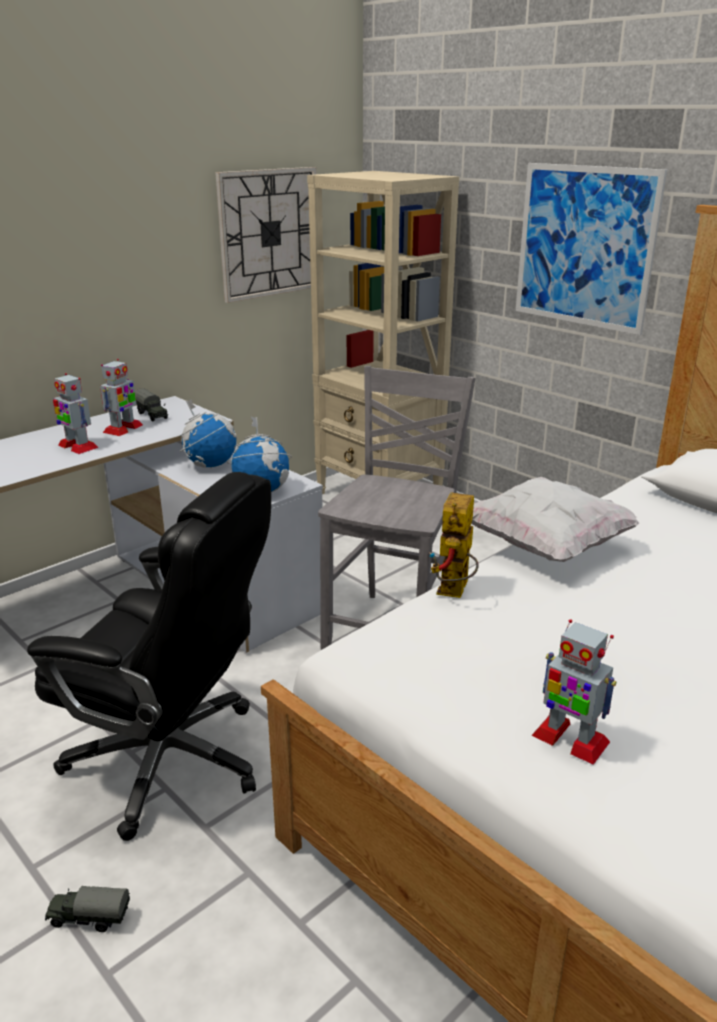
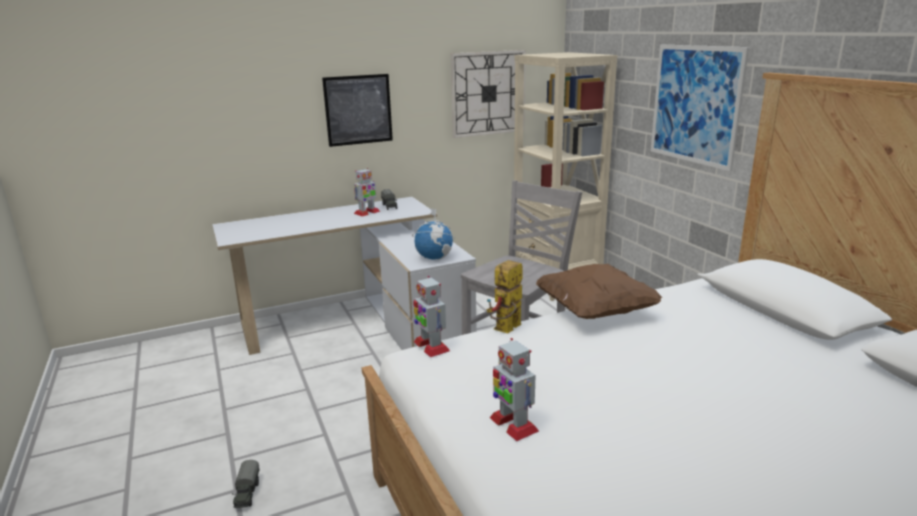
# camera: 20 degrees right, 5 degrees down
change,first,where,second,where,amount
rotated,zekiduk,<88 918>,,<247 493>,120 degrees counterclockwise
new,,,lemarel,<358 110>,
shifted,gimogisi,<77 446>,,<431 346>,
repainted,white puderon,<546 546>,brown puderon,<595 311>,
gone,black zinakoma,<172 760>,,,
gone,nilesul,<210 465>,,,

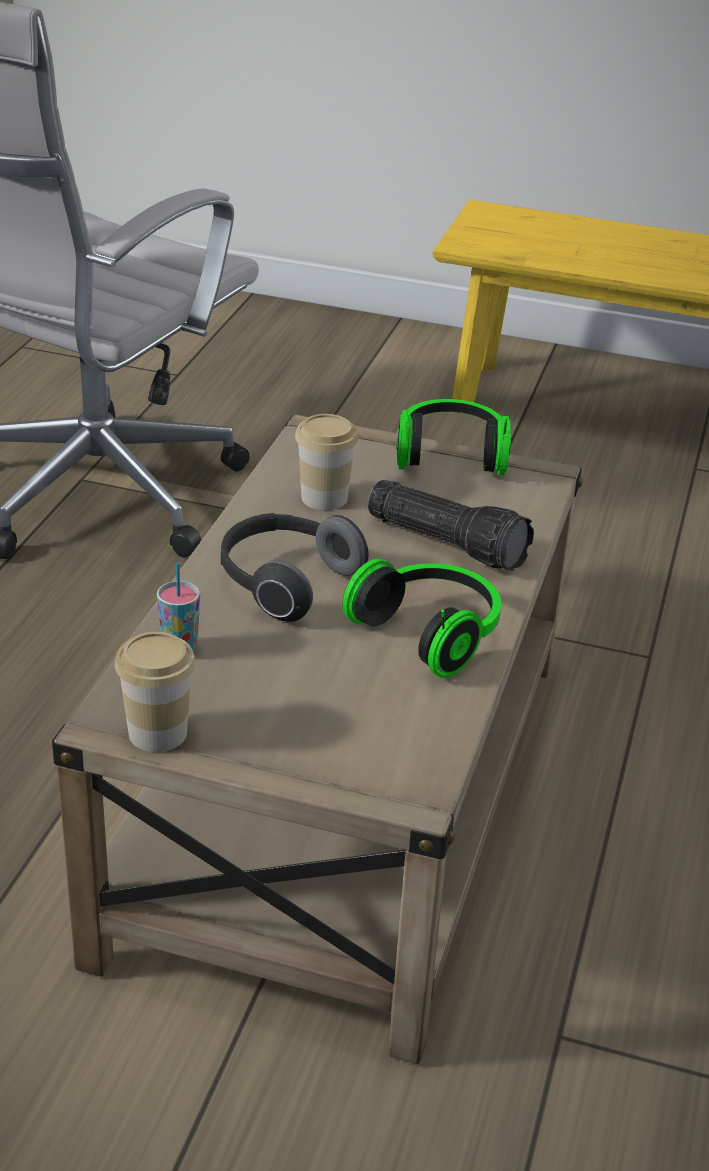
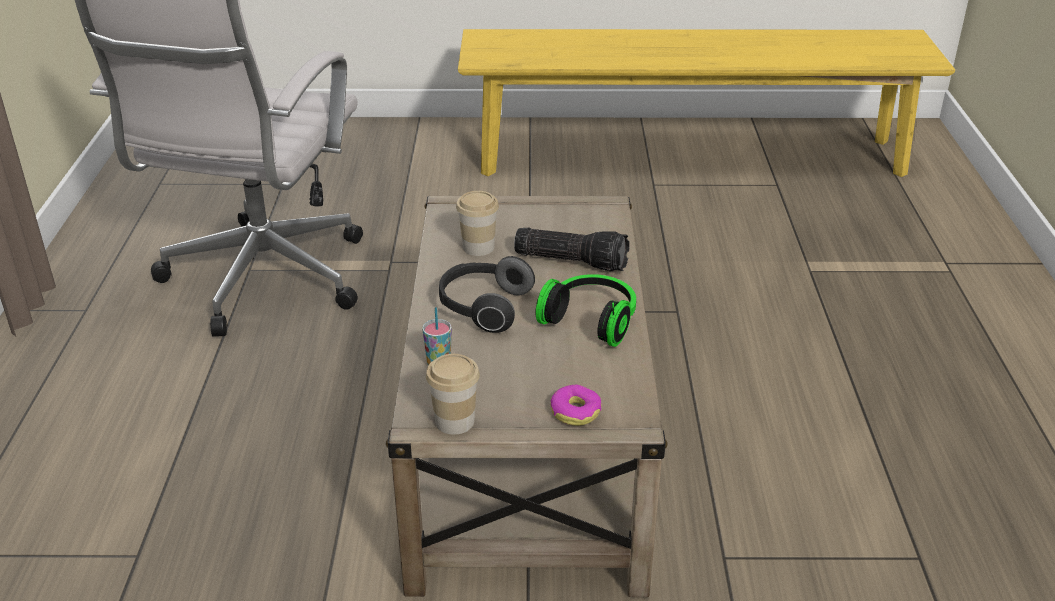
# camera: 15 degrees left, 0 degrees up
change,first,where,second,where,amount
new,,,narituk,<575 412>,
gone,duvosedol,<450 455>,,,

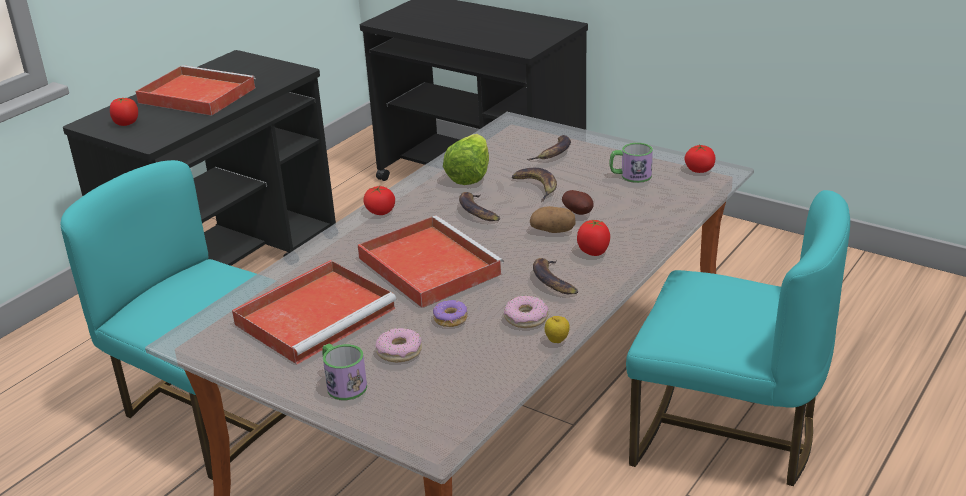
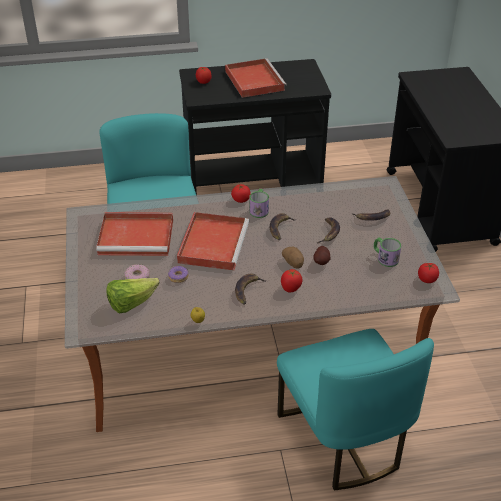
# camera: 45 degrees right, 10 degrees up
change,first,where,second,where,amount
shifted,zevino,<469 175>,,<131 303>,
shifted,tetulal,<342 384>,,<259 209>,
gone,narituk,<526 318>,,,

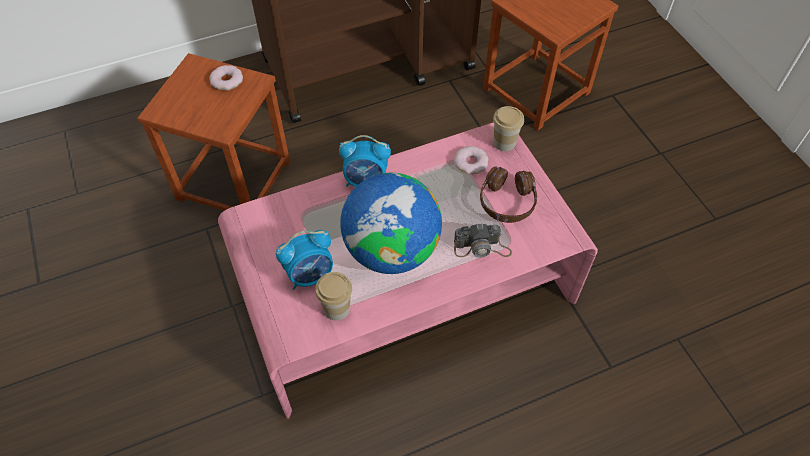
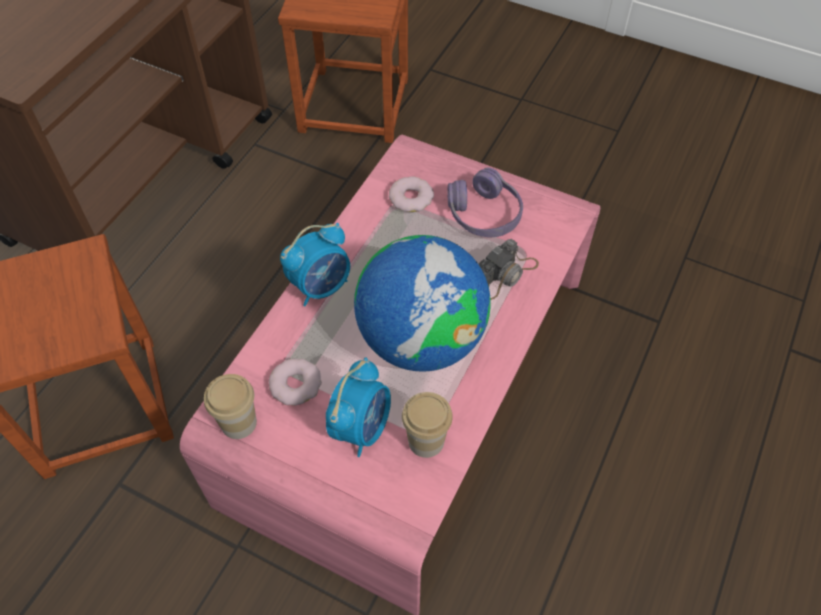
# camera: 40 degrees left, 0 degrees up
change,first,where,second,where,amount
shifted,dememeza,<504 142>,,<238 423>,
shifted,narituk,<227 81>,,<296 384>,
repainted,brown duvosedol,<507 202>,purple duvosedol,<484 214>,

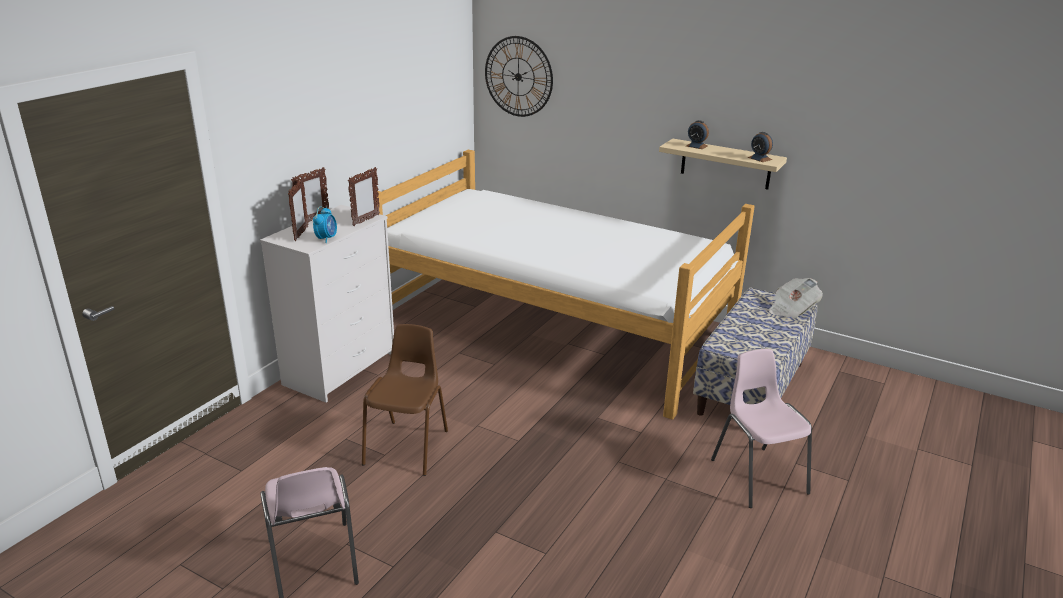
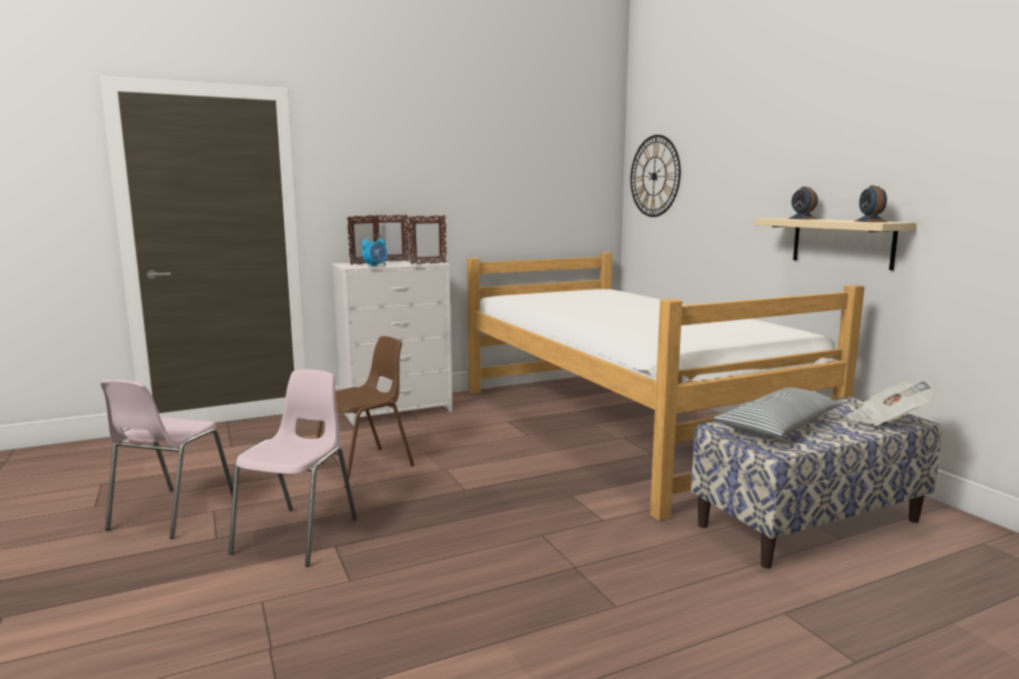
# camera: 35 degrees right, 15 degrees down
change,first,where,second,where,amount
shifted,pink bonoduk,<758 476>,,<299 535>,
new,,,puderon,<778 427>,

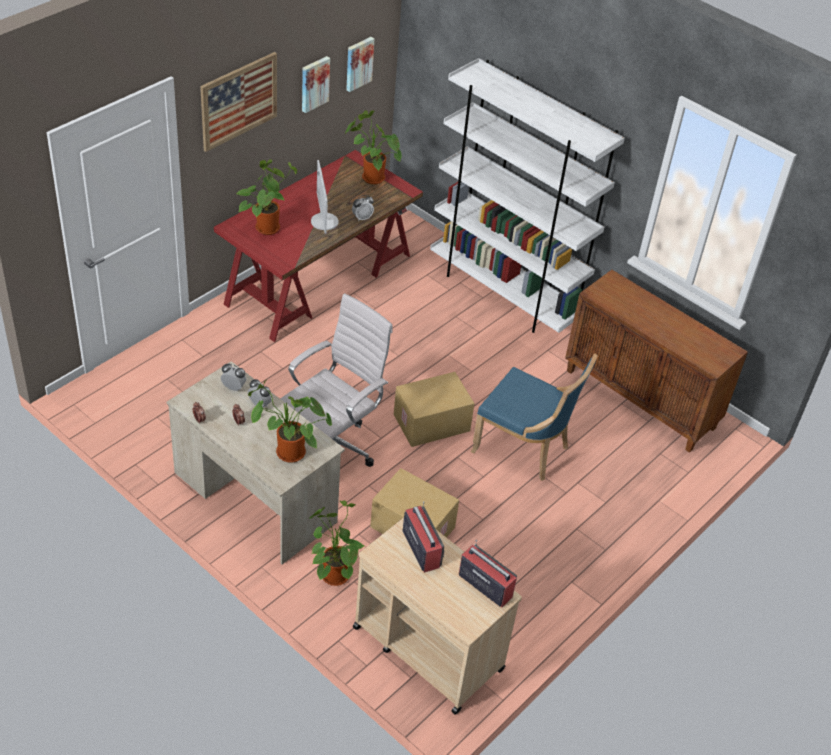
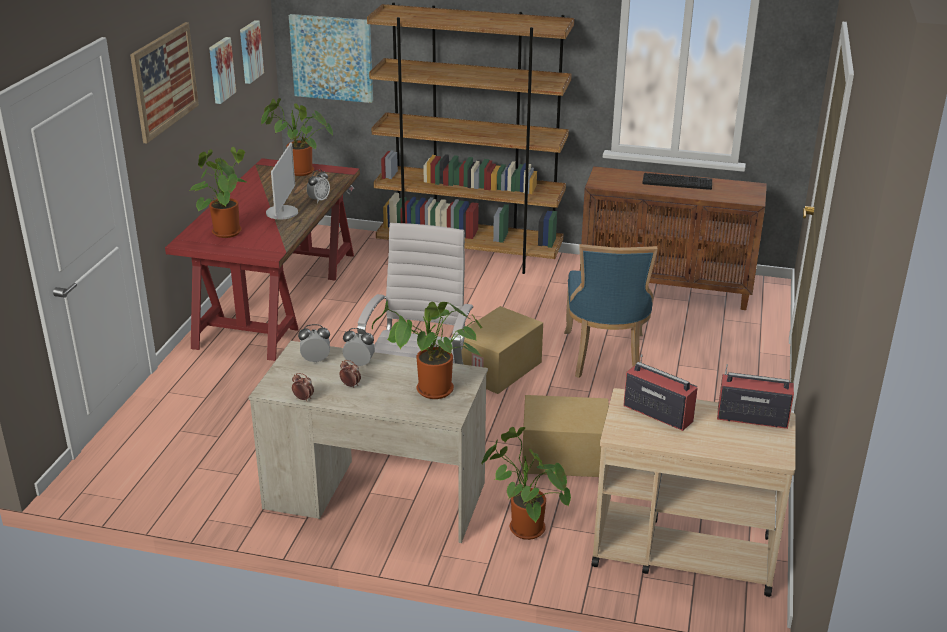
# camera: 25 degrees left, 15 degrees down
change,first,where,second,where,amount
rotated,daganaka,<324 222>,,<282 212>,135 degrees counterclockwise
new,,,lemarel,<332 58>,
repainted,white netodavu,<504 293>,brown netodavu,<470 255>,
rotated,blue bonoduk,<524 449>,,<605 357>,90 degrees clockwise
new,,,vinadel,<678 182>,

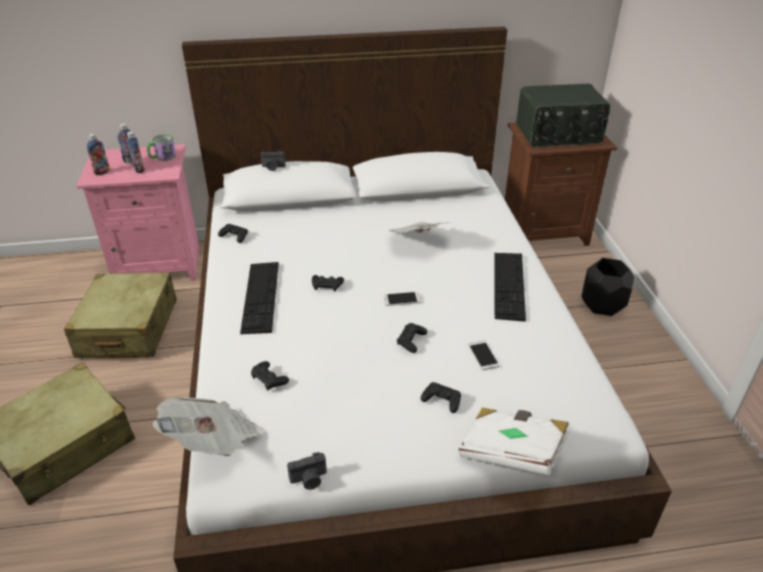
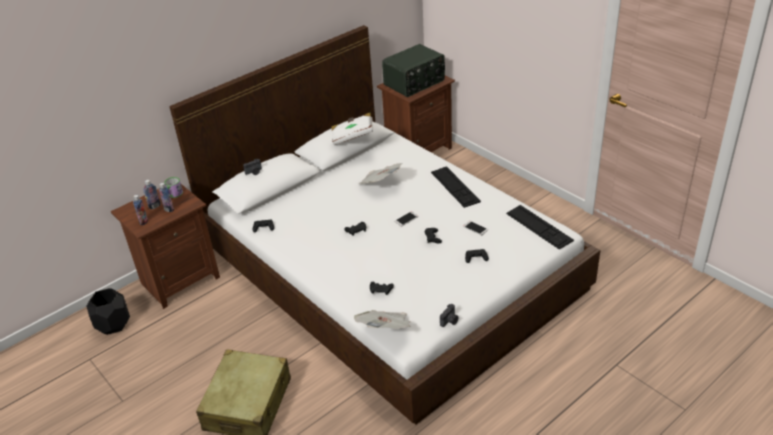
# camera: 30 degrees left, 0 degrees up
change,first,where,second,where,amount
shifted,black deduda,<602 305>,,<113 324>,
repainted,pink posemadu,<159 264>,brown posemadu,<179 280>,
shifted,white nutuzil,<511 452>,,<352 136>,
shifted,vinadel,<260 296>,,<539 227>,
gone,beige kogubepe,<128 329>,,,

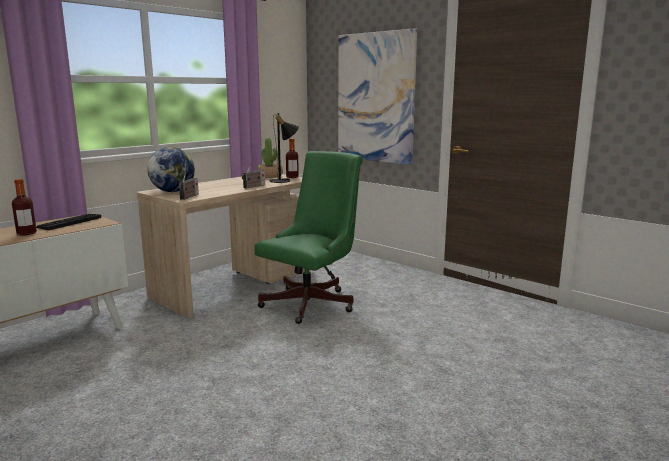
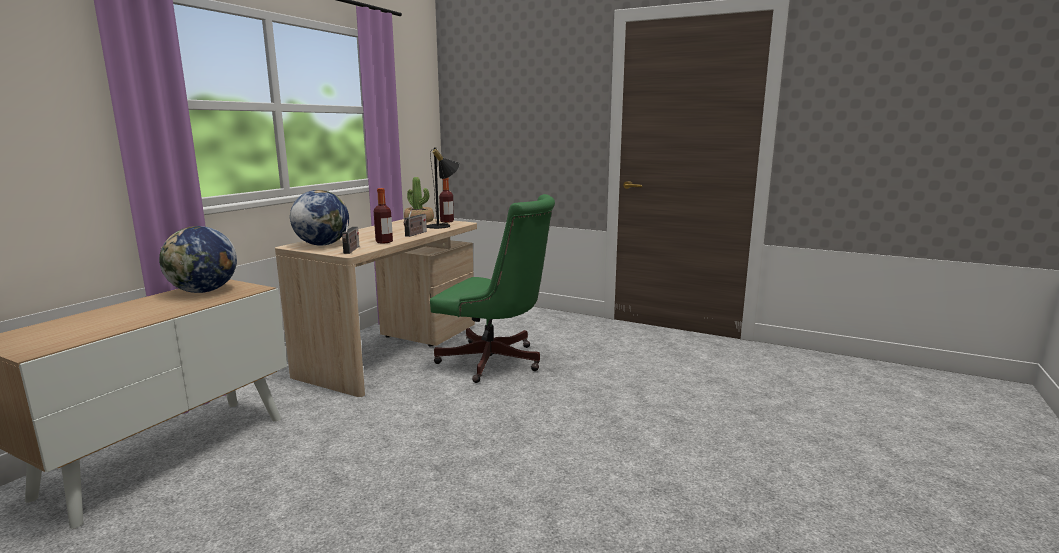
# camera: 15 degrees left, 0 degrees up
change,first,where,second,where,amount
swapped,vinadel,<69 222>,nilesul,<204 291>,
shifted,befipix,<26 233>,,<384 242>,
rotated,green zinakoma,<313 302>,,<496 362>,90 degrees clockwise
gone,lemarel,<375 98>,,,

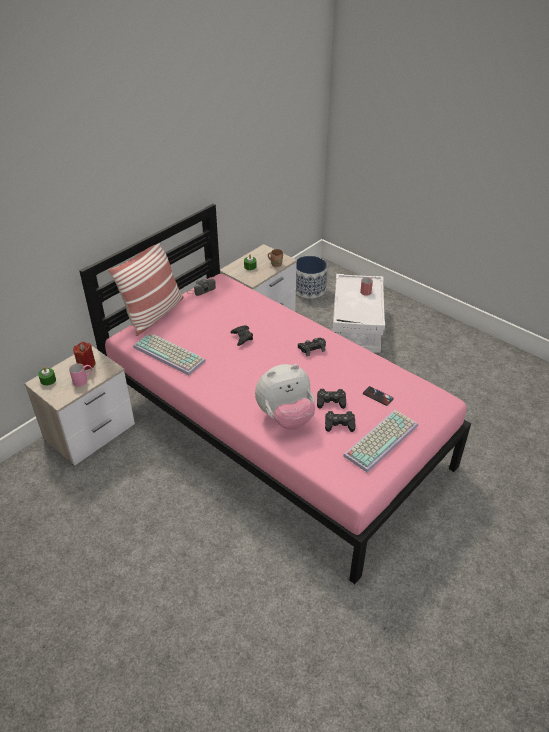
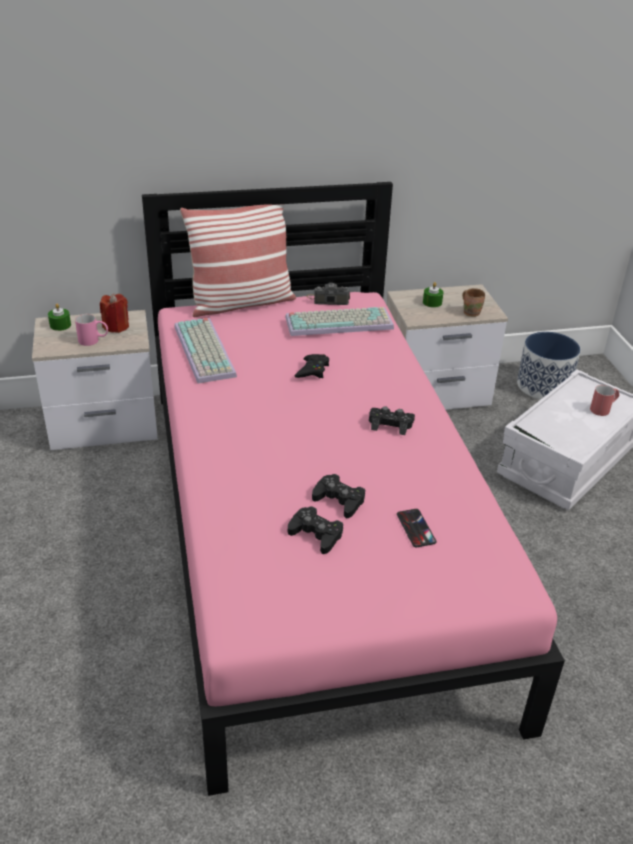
# camera: 35 degrees right, 5 degrees down
change,first,where,second,where,amount
shifted,vinadel,<380 439>,,<340 322>,
gone,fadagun,<285 417>,,,

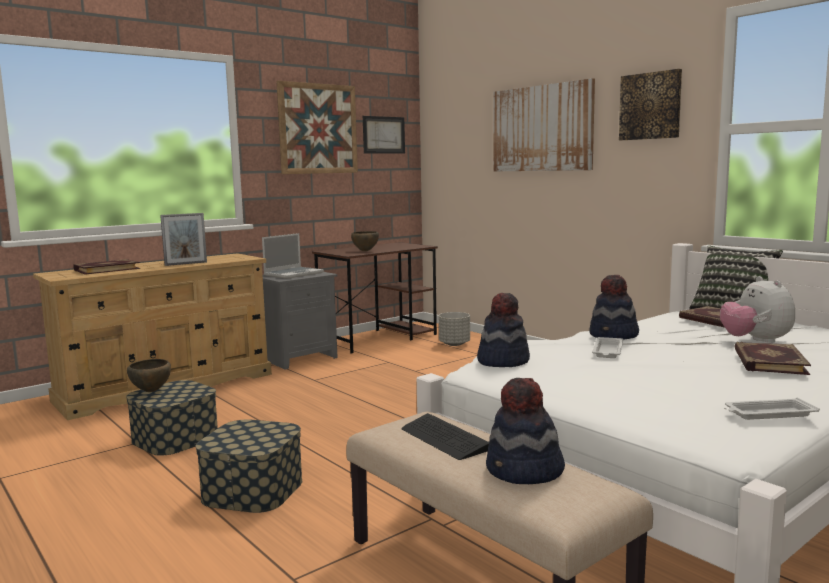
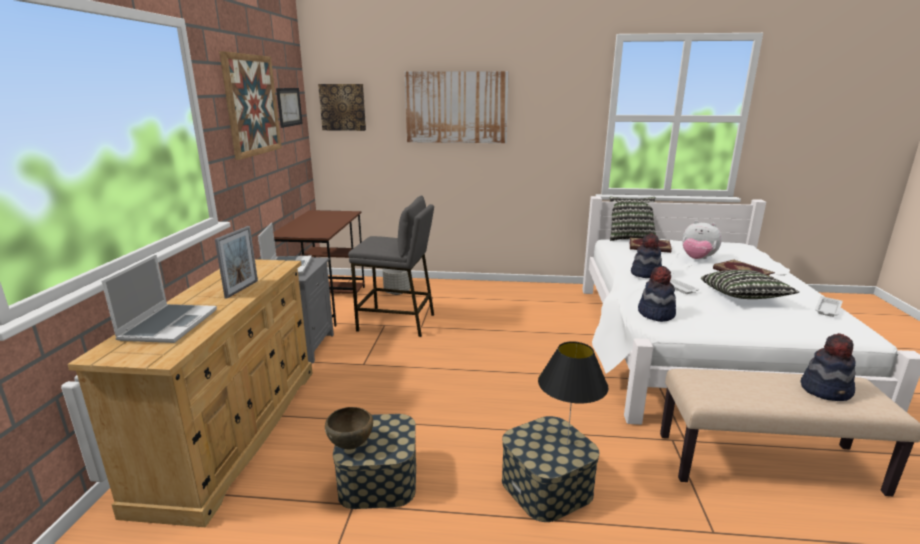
# camera: 45 degrees left, 10 degrees up
change,first,where,second,where,amount
swapped,nutuzil,<106 269>,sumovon,<169 324>,
shifted,lemarel,<650 106>,,<343 107>,
new,,,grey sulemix,<396 322>,
new,,,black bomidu,<567 442>,
new,,,puderon,<743 297>,
gone,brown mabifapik,<365 251>,,,
gone,vinadel,<444 439>,,,

